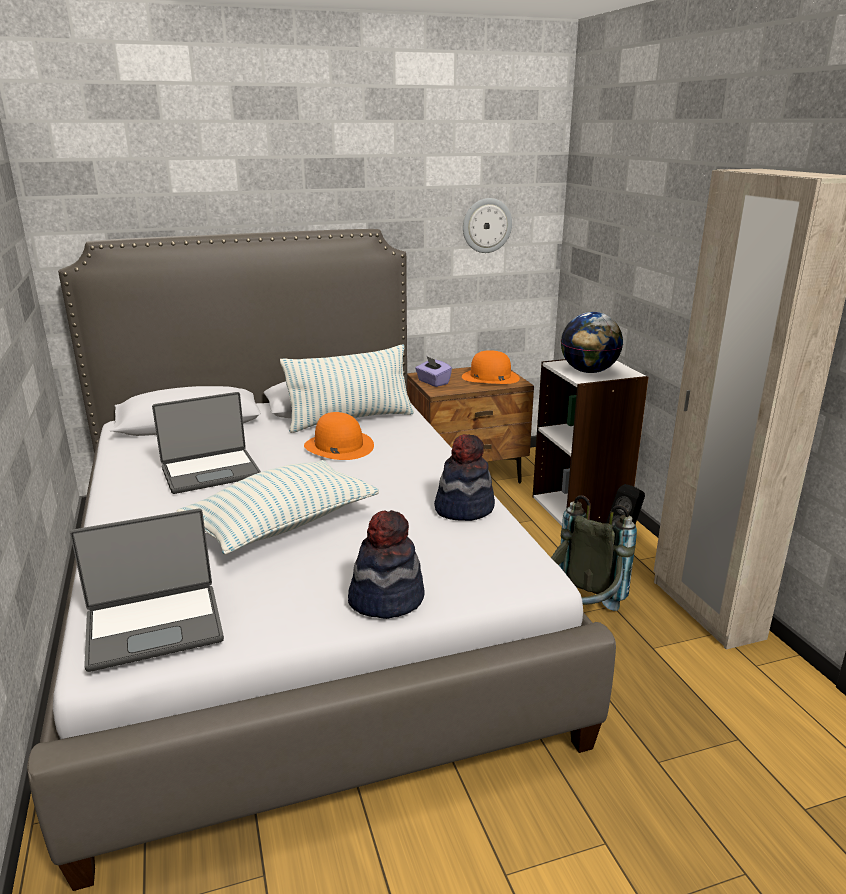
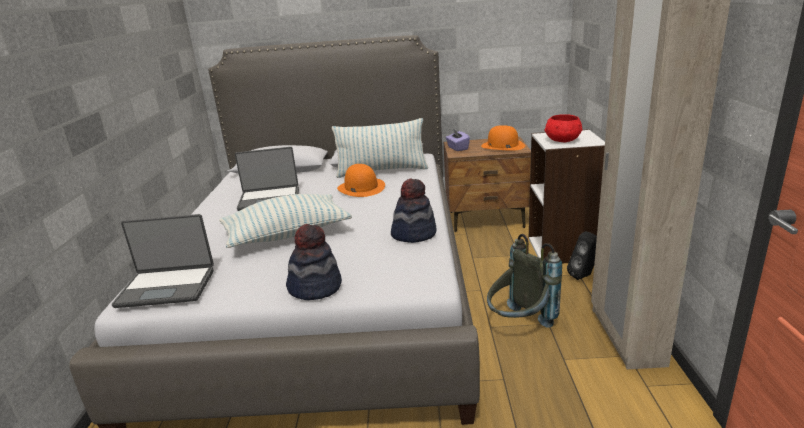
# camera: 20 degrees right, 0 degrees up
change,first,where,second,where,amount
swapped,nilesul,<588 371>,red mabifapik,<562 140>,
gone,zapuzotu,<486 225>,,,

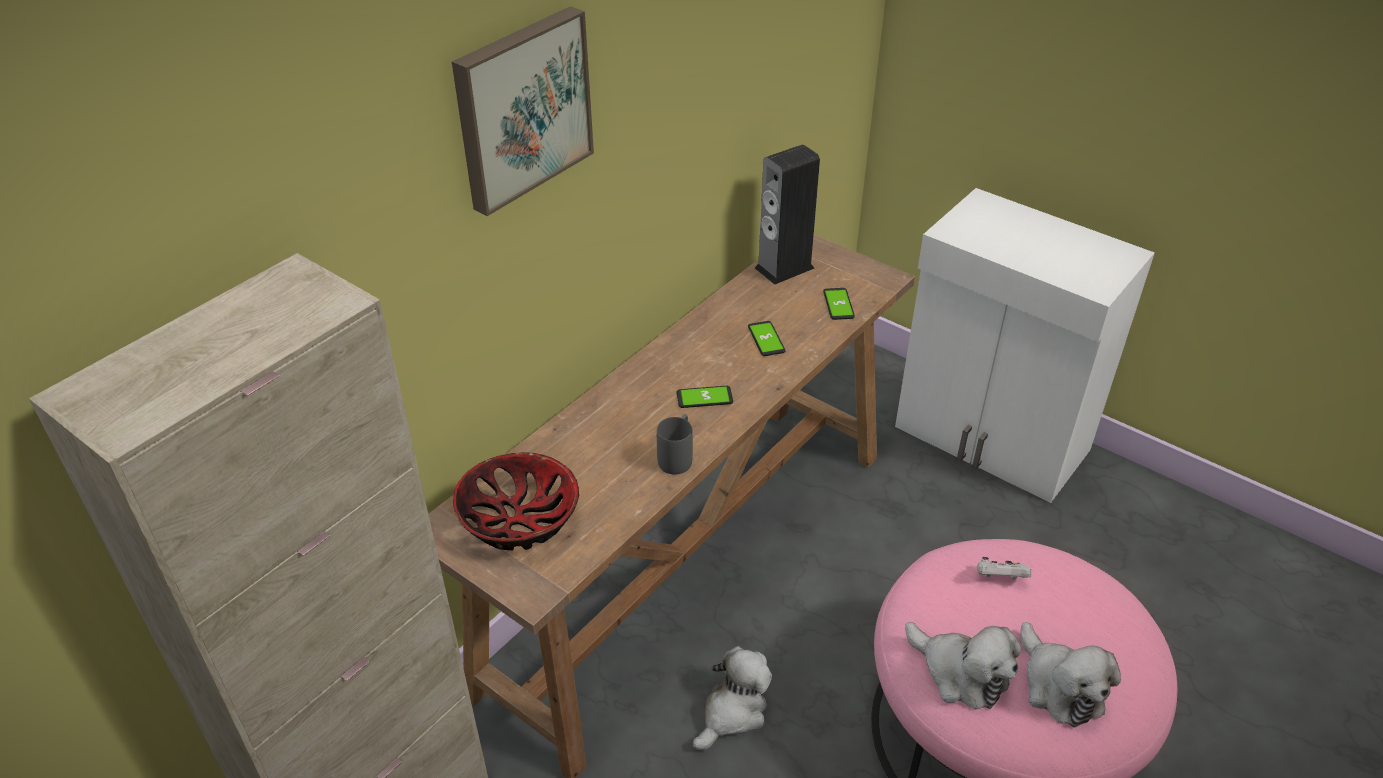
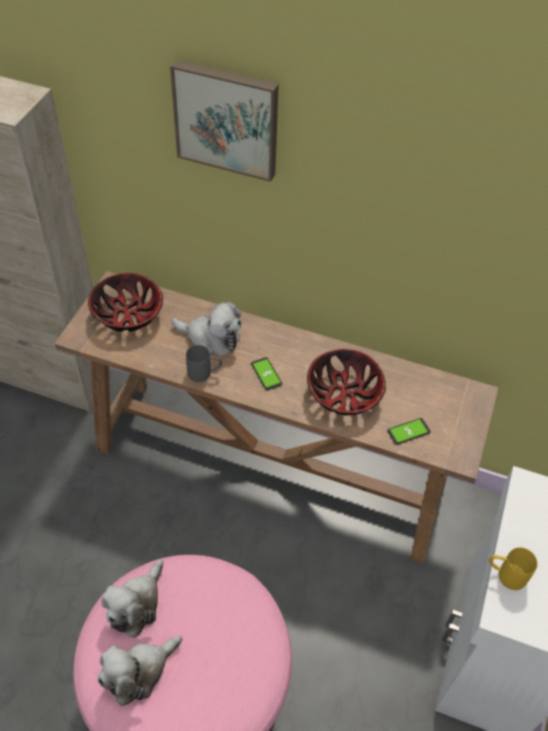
# camera: 70 degrees right, 10 degrees up
change,first,where,second,where,amount
shifted,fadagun,<732 712>,,<211 338>,
swapped,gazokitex,<766 339>,mabifapik,<344 395>,
new,,,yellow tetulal,<505 575>,
gone,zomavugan,<784 268>,,,
gone,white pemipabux,<999 578>,,,

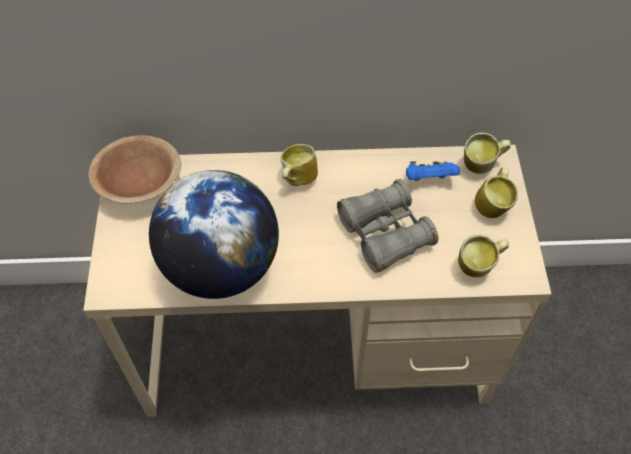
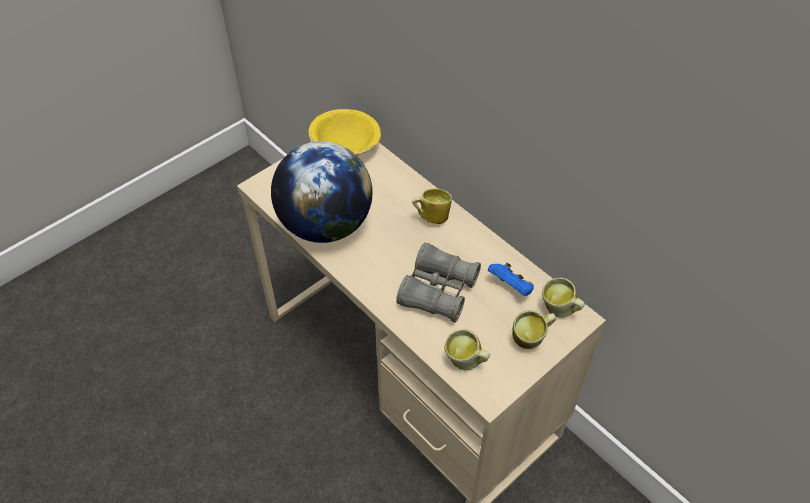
# camera: 50 degrees right, 5 degrees down
change,first,where,second,where,amount
repainted,brown mabifapik,<139 183>,yellow mabifapik,<346 146>,

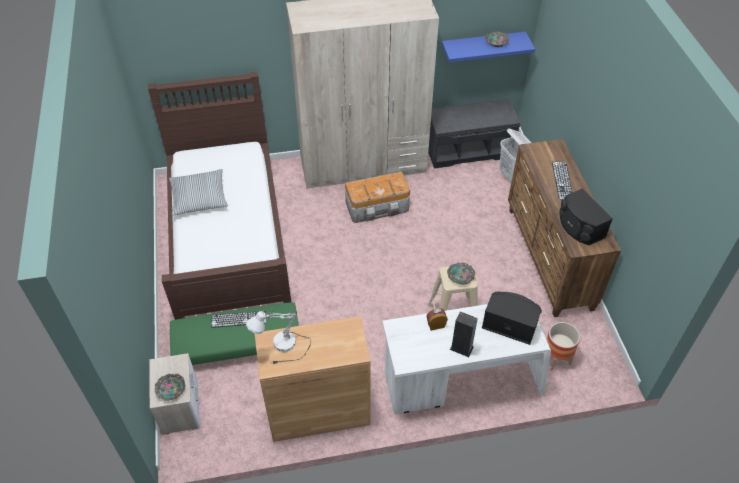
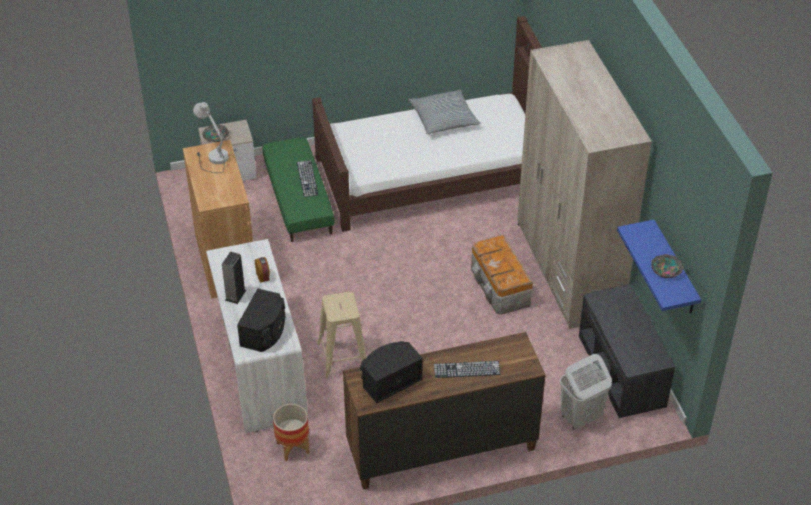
# camera: 85 degrees right, 5 degrees down
change,first,where,second,where,amount
gone,mabifapik,<460 275>,,,

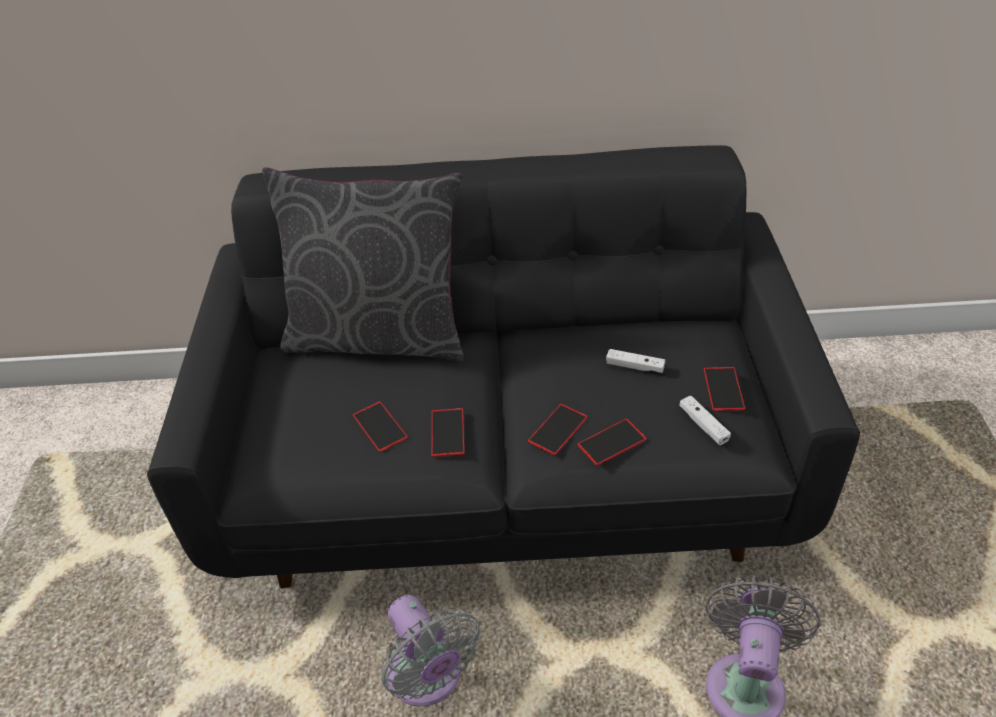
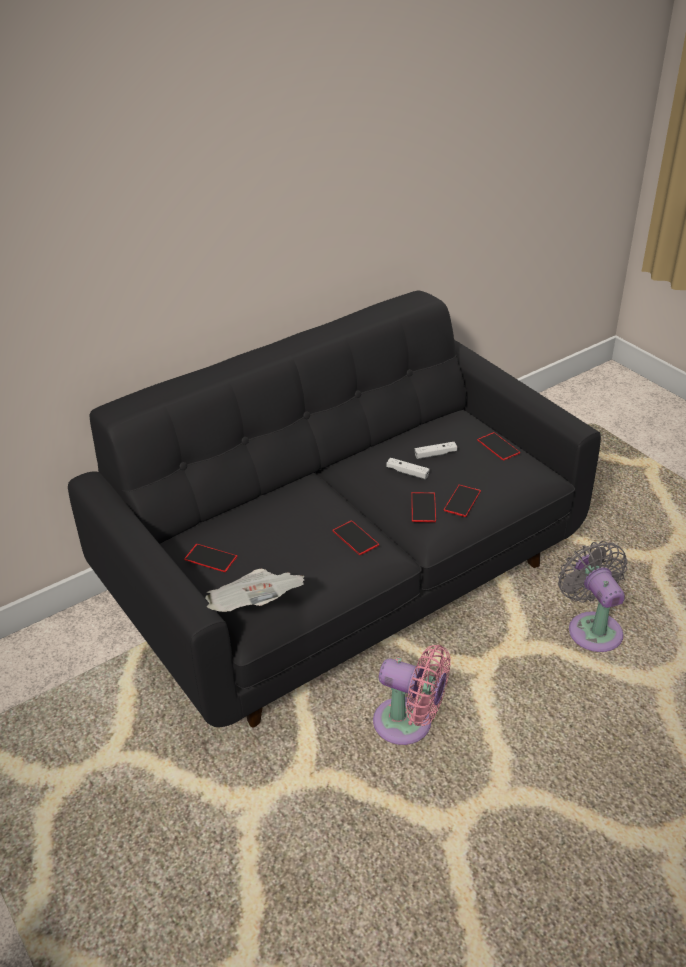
# camera: 35 degrees left, 5 degrees down
change,first,where,second,where,amount
shifted,gazokitex,<379 426>,,<210 558>,
new,,,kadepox,<256 608>,
repainted,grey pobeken,<429 679>,pink pobeken,<408 724>,
shifted,white pemipabux,<703 425>,,<407 472>,
gone,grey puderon,<378 336>,,,

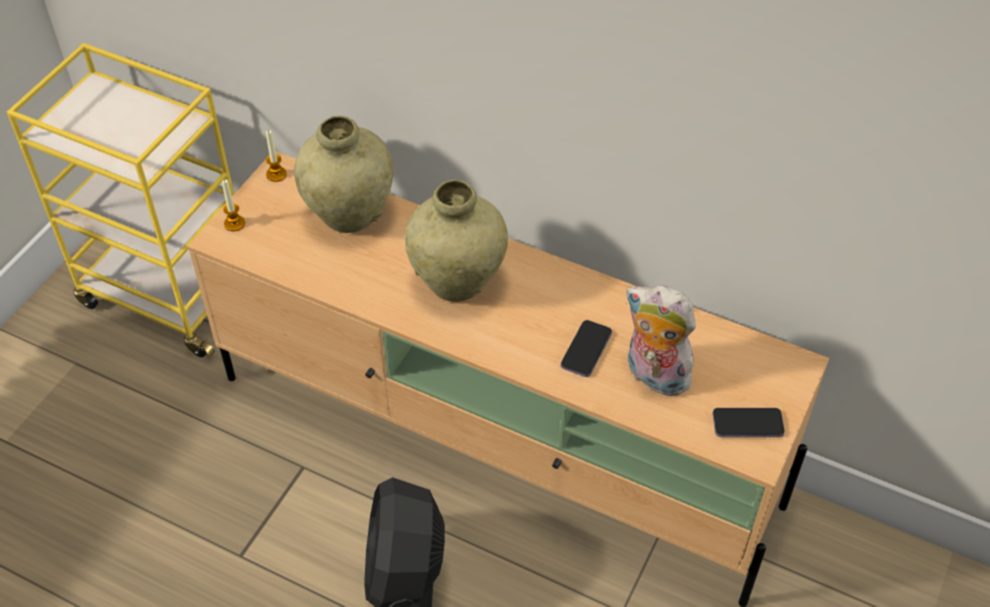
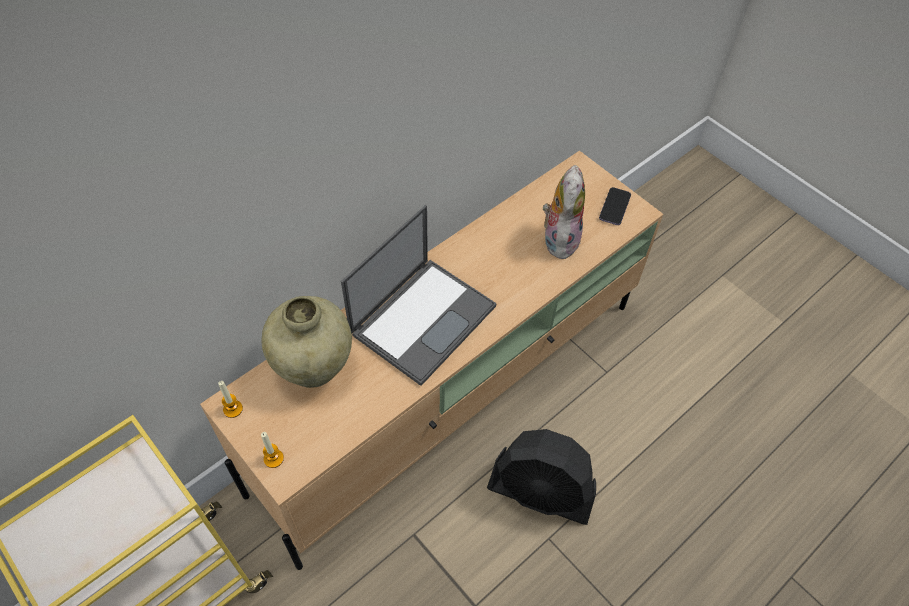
# camera: 70 degrees left, 5 degrees up
change,first,where,second,where,amount
swapped,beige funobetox,<458 282>,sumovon,<424 318>,
rotated,fadagun,<653 376>,,<559 238>,135 degrees clockwise
gone,gazokitex,<586 350>,,,

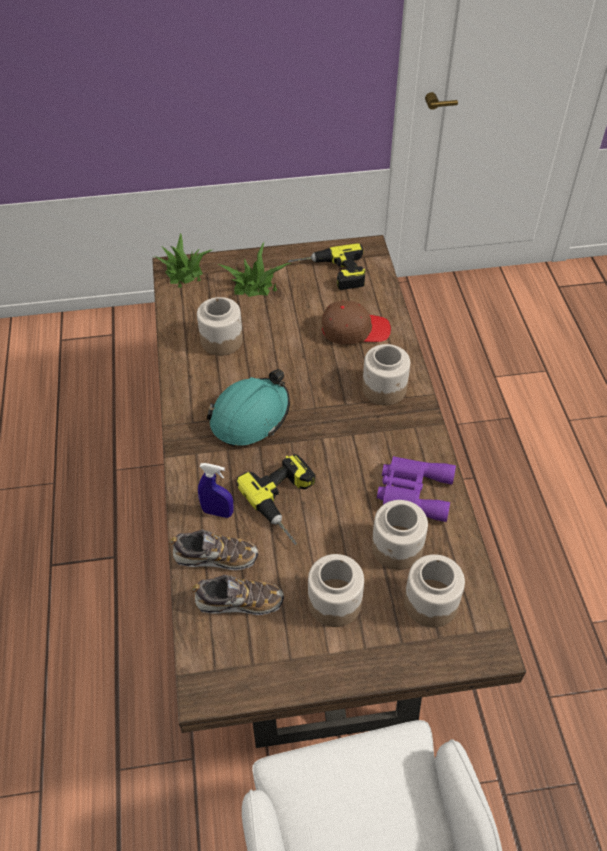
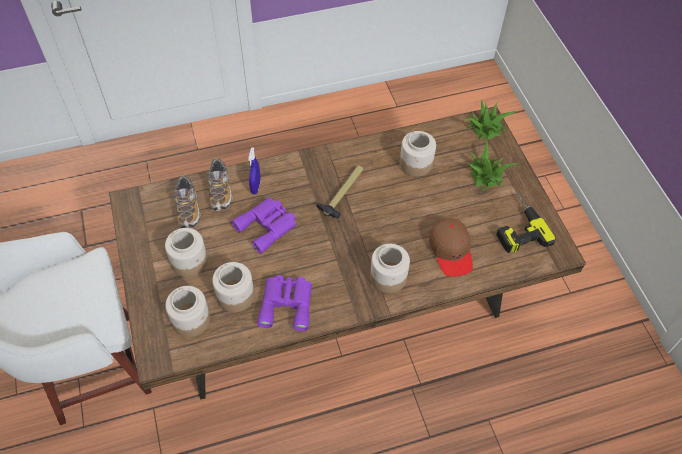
# camera: 80 degrees right, 5 degrees up
change,first,where,second,where,amount
swapped,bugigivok,<289 503>,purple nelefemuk,<267 226>,
swapped,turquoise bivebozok,<250 416>,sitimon,<343 192>,

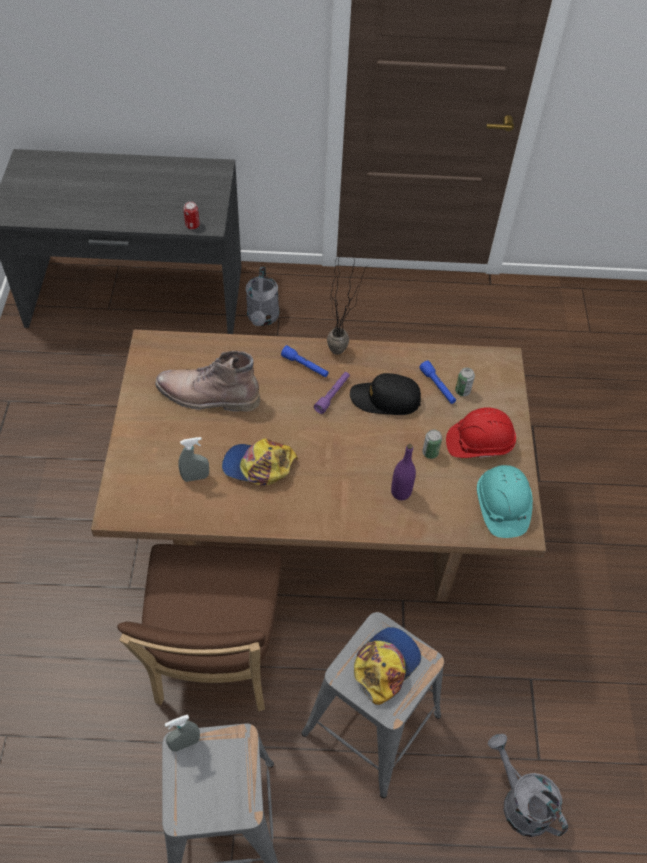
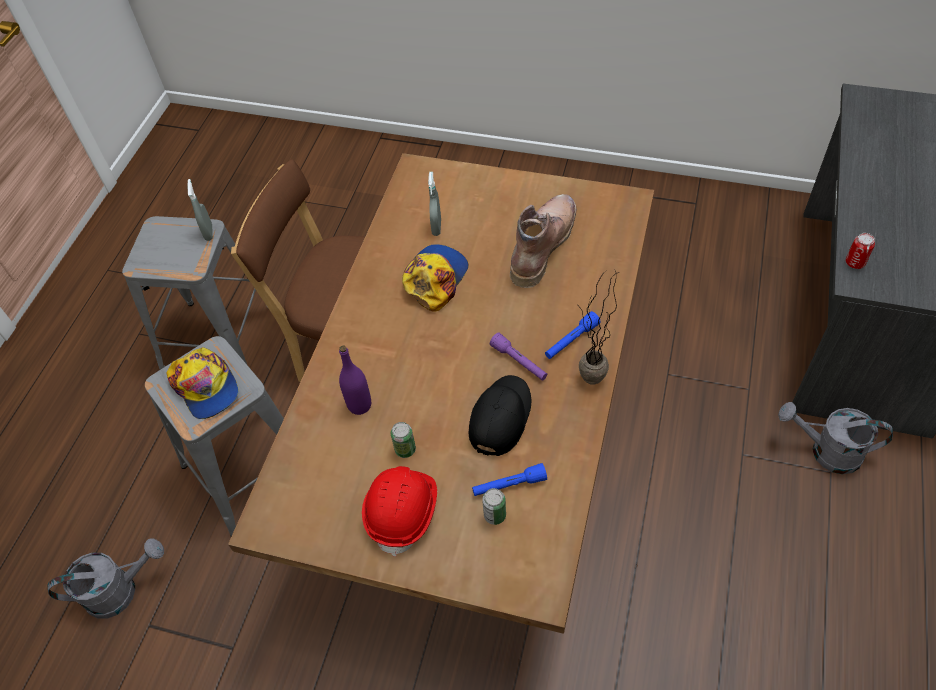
# camera: 110 degrees right, 0 degrees up
change,first,where,second,where,amount
gone,turquoise bivebozok,<501 507>,,,

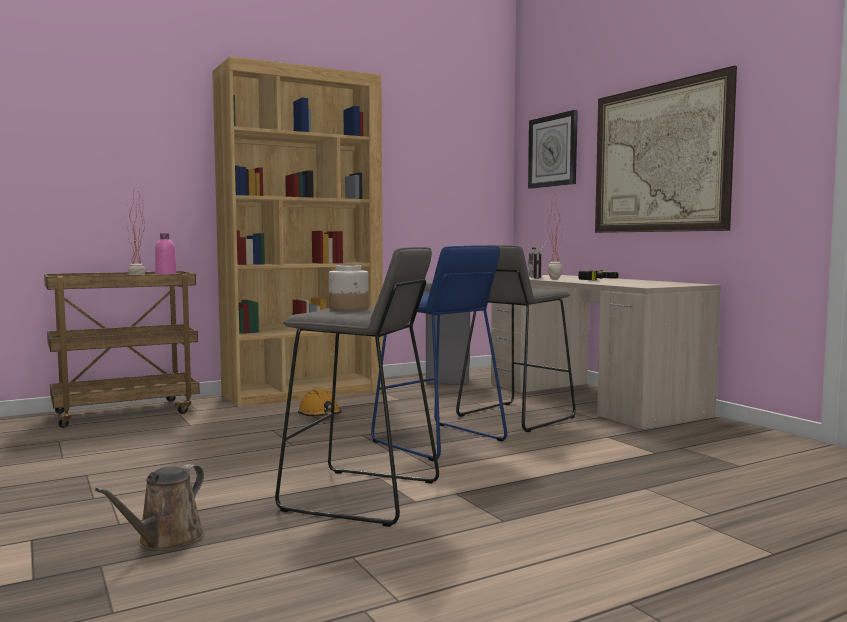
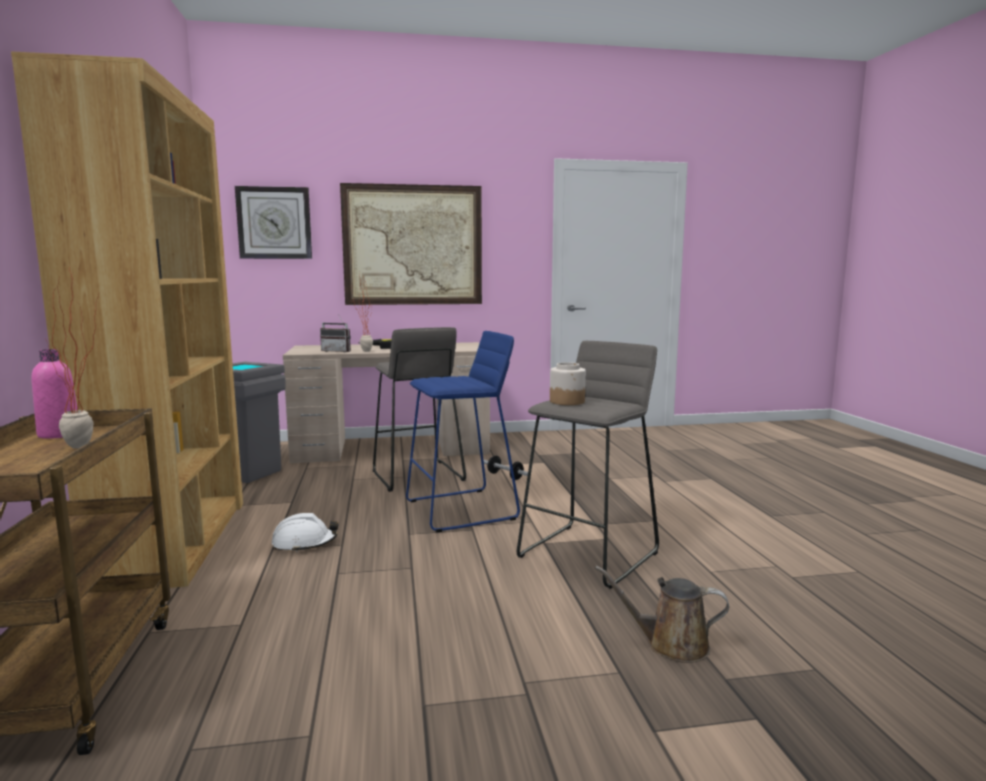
# camera: 70 degrees left, 5 degrees up
change,first,where,second,where,amount
repainted,orange bivebozok,<320 415>,white bivebozok,<304 543>,
new,,,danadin,<505 476>,
rotated,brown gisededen,<166 541>,,<670 644>,150 degrees clockwise

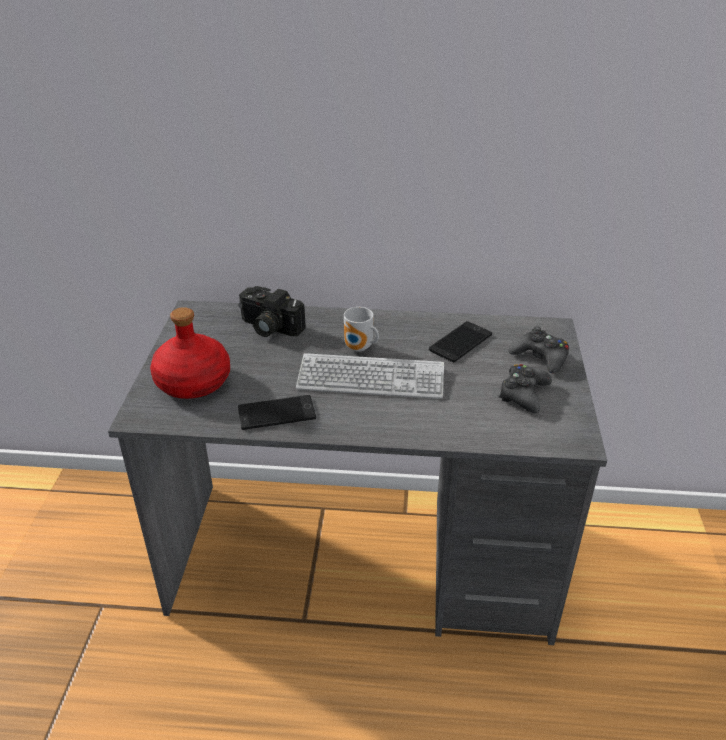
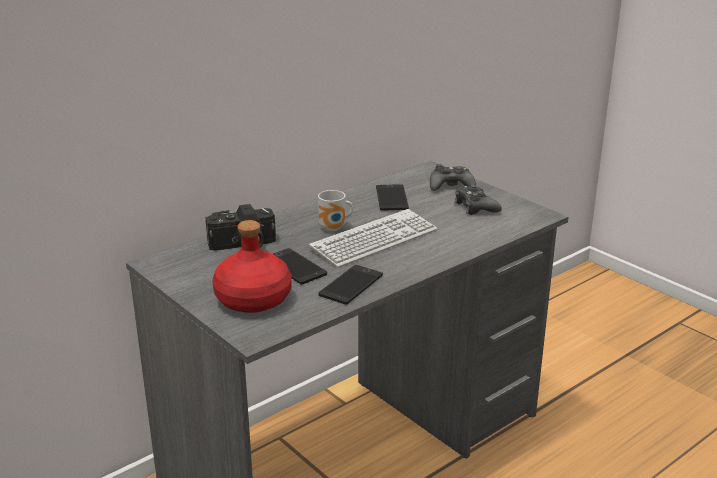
# camera: 45 degrees left, 10 degrees down
change,first,where,second,where,amount
new,,,gazokitex,<294 267>,

